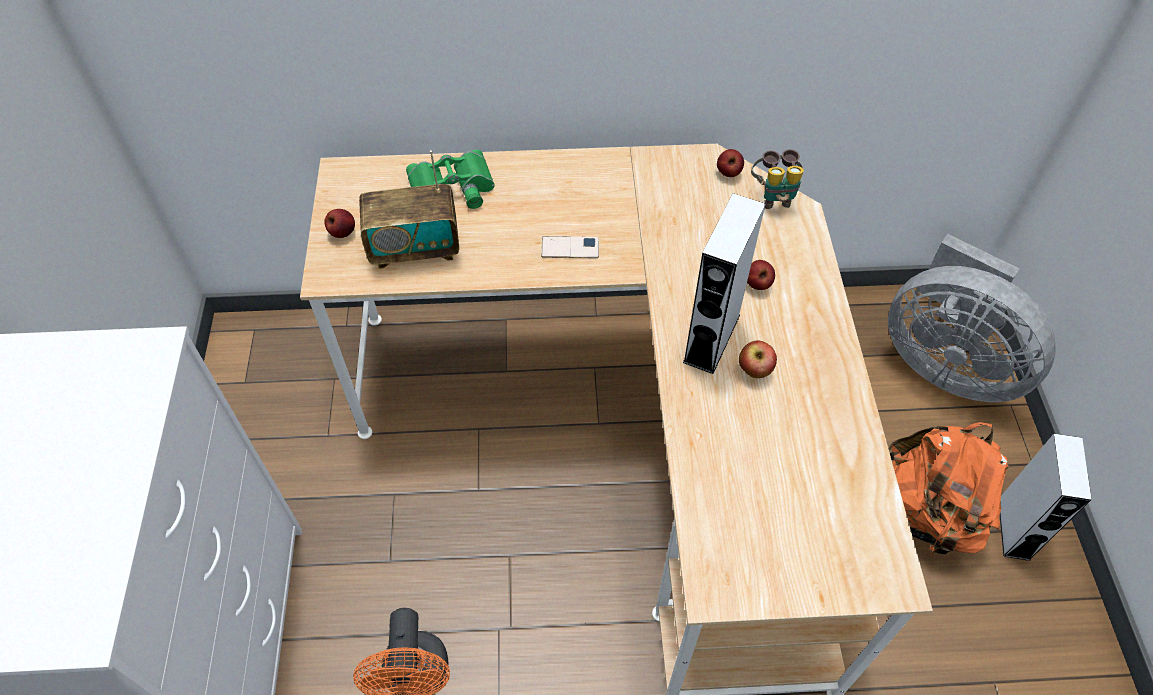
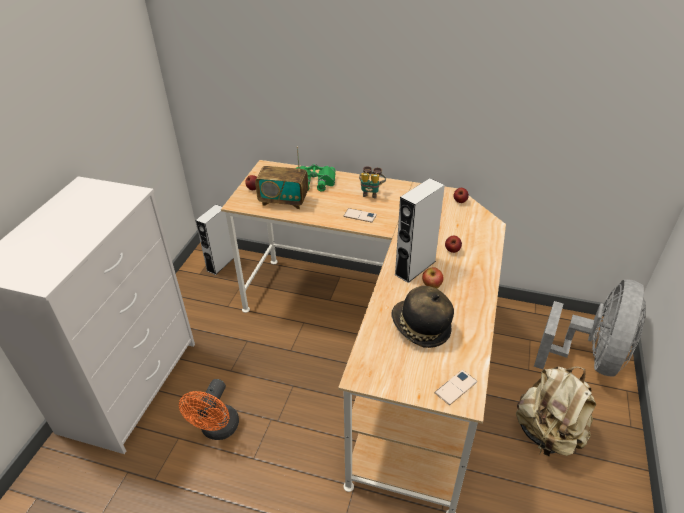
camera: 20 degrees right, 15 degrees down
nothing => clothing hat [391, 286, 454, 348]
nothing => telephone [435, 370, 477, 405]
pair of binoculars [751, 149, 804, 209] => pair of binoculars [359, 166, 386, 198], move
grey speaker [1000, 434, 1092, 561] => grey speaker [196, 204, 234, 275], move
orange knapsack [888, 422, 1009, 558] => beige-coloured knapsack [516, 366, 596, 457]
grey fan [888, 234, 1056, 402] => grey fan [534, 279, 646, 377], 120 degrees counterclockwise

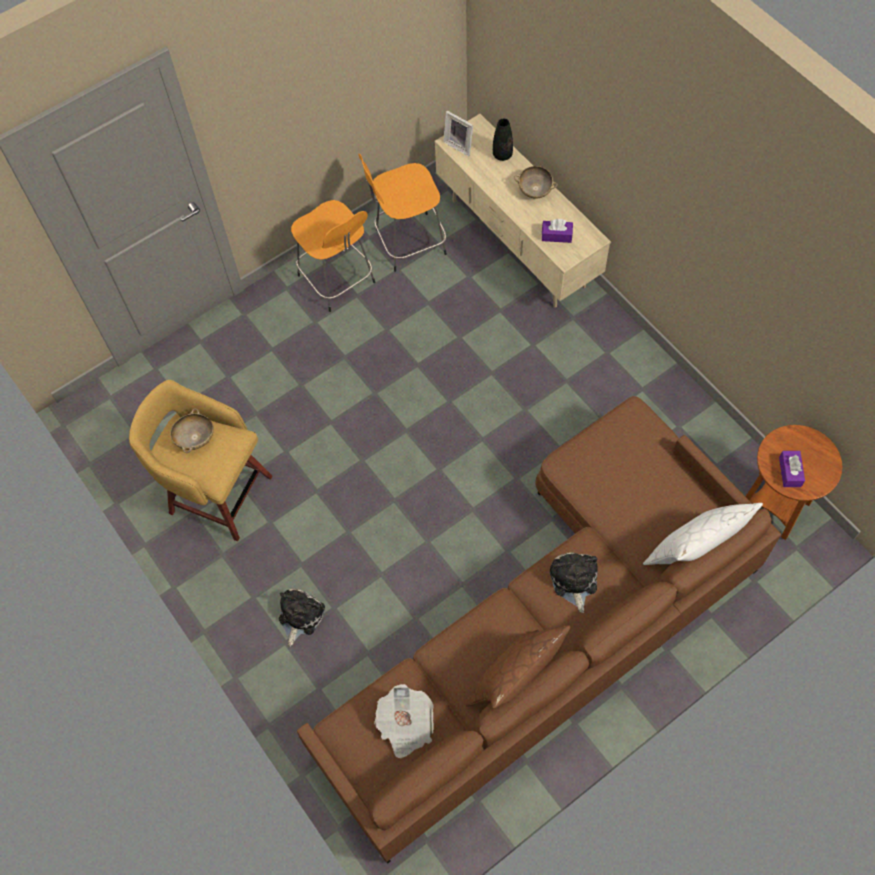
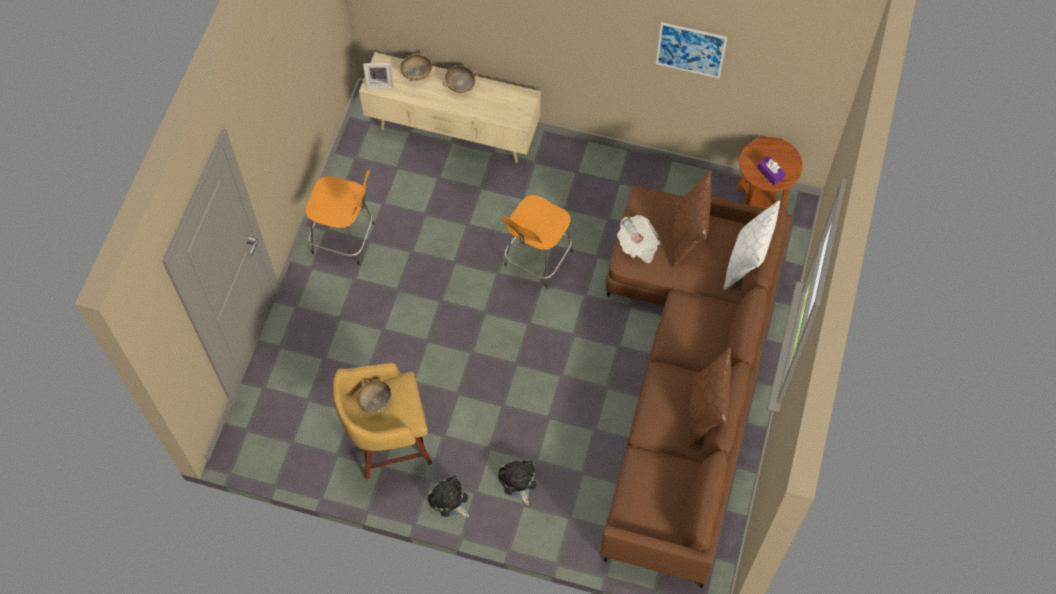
camera: 40 degrees left, 0 degrees up
purple box of tissues [542, 219, 573, 243] => nothing
nothing => wall art [656, 22, 728, 78]
nothing => brown-coloured throw pillow [672, 170, 711, 268]
orange stool [358, 154, 447, 272] => orange stool [501, 195, 573, 289], move
newspaper [374, 684, 434, 758] => newspaper [617, 215, 661, 263], move
soft toy [550, 553, 598, 613] => soft toy [428, 475, 470, 518], move
black-coloured flower vase [493, 118, 513, 161] => beige-coloured deep dish [400, 51, 432, 81]

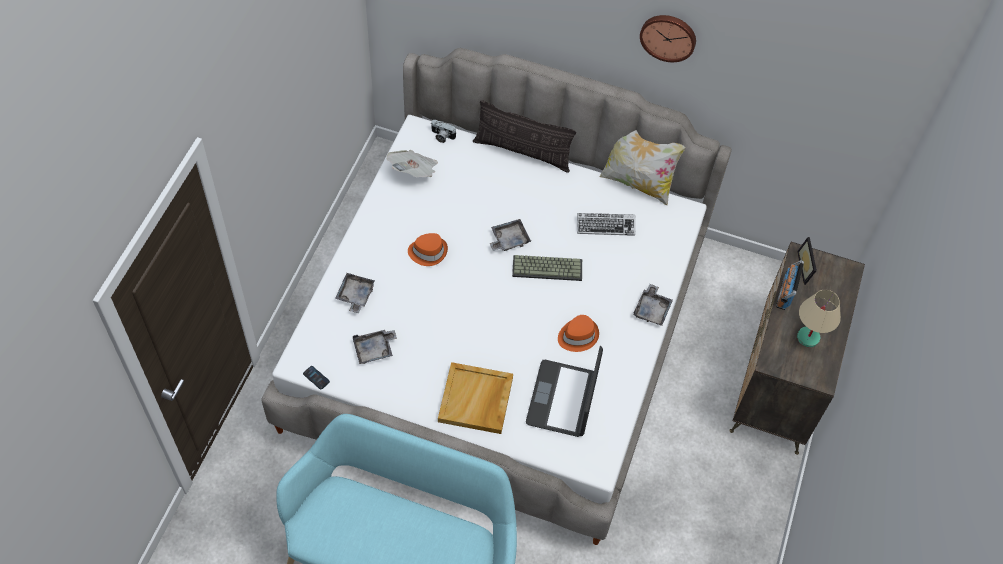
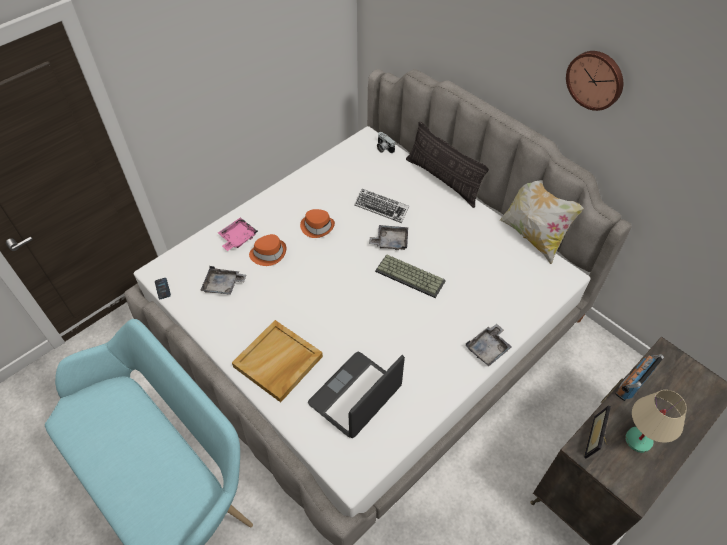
camera: 30 degrees right, 5 degrees down
newspaper [386, 150, 438, 177] => nothing
orange clothing hat [558, 315, 599, 352] => orange clothing hat [249, 234, 286, 266], move
PC keyboard [577, 213, 635, 236] => PC keyboard [354, 189, 409, 223], move
standing frame [797, 237, 817, 285] => standing frame [584, 405, 611, 459], move
grey tray [335, 273, 375, 313] => pink tray [218, 218, 258, 251]

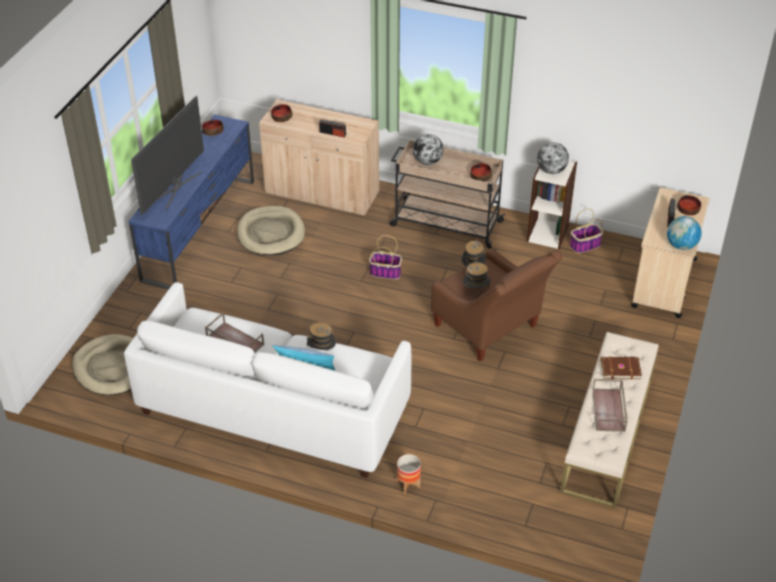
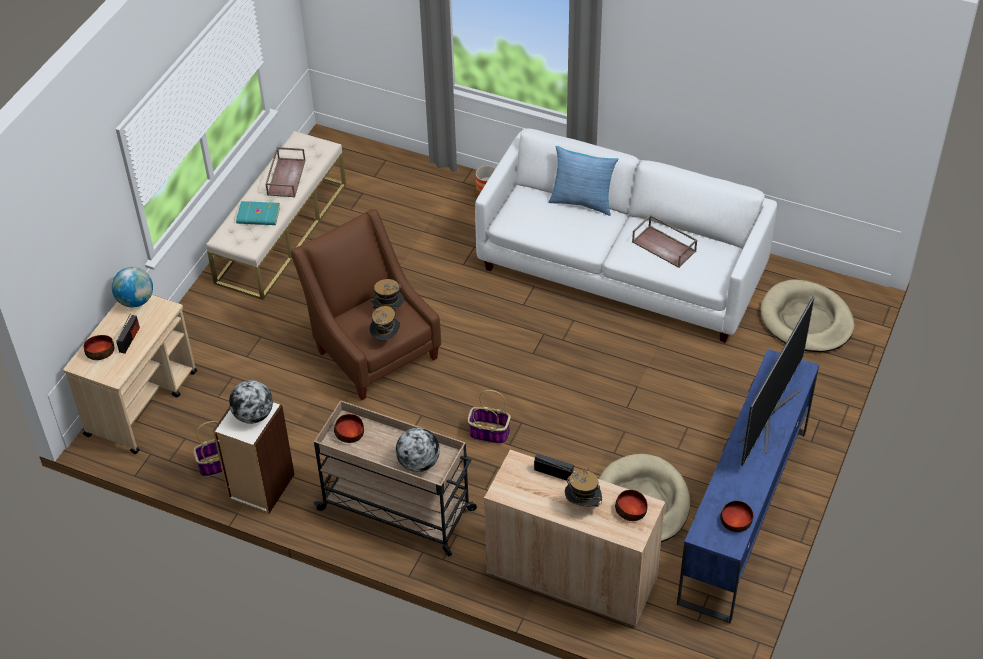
camera: 175 degrees left, 5 degrees up
clothing hat [307, 322, 336, 350] => clothing hat [565, 468, 602, 507], move
brown-coloured bound book [600, 357, 642, 380] => blue-green bound book [236, 201, 280, 225]

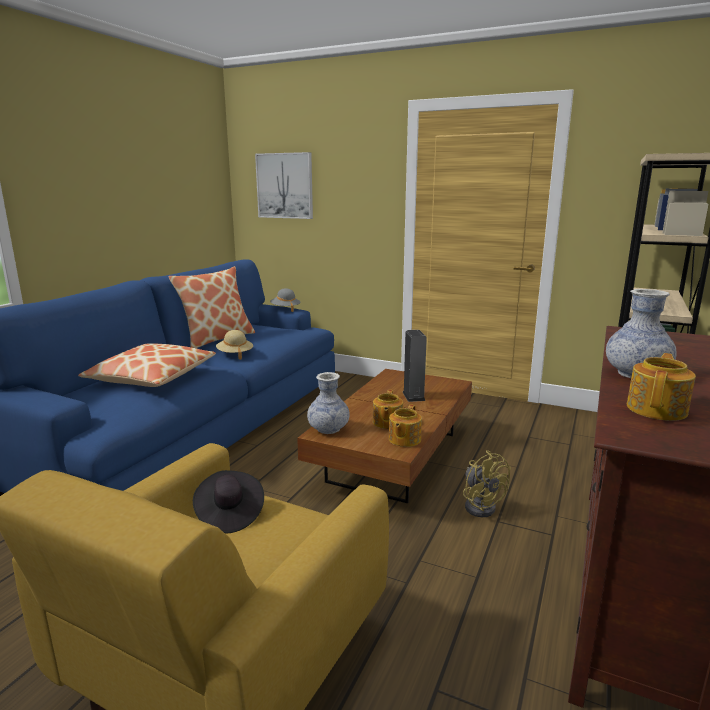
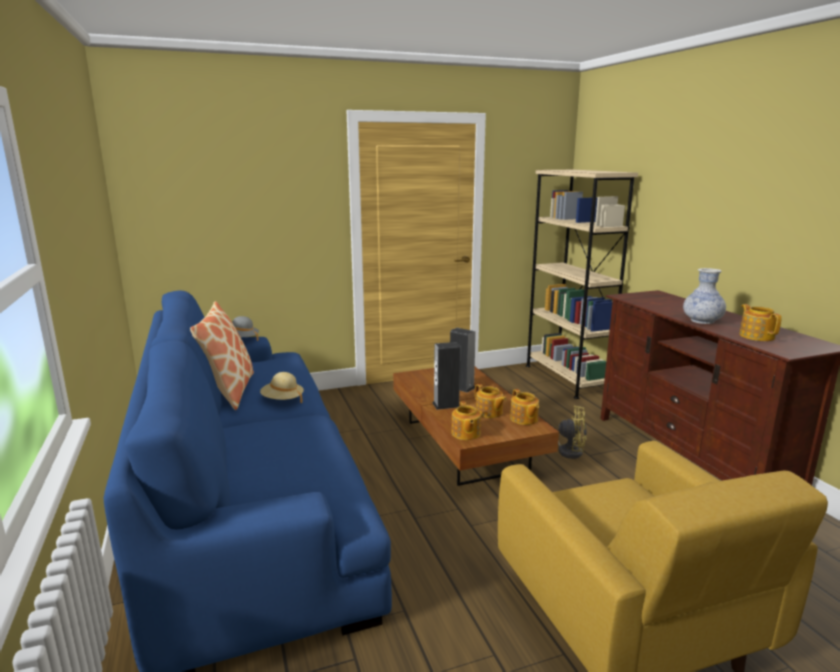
camera: 45 degrees left, 0 degrees up
throw pillow [78, 343, 216, 387] => nothing
black-coloured clothing hat [193, 470, 264, 534] => nothing
wall art [255, 152, 313, 219] => nothing
nothing => speaker [432, 342, 460, 410]
flower vase [307, 372, 350, 434] => pot for tea [451, 401, 481, 440]

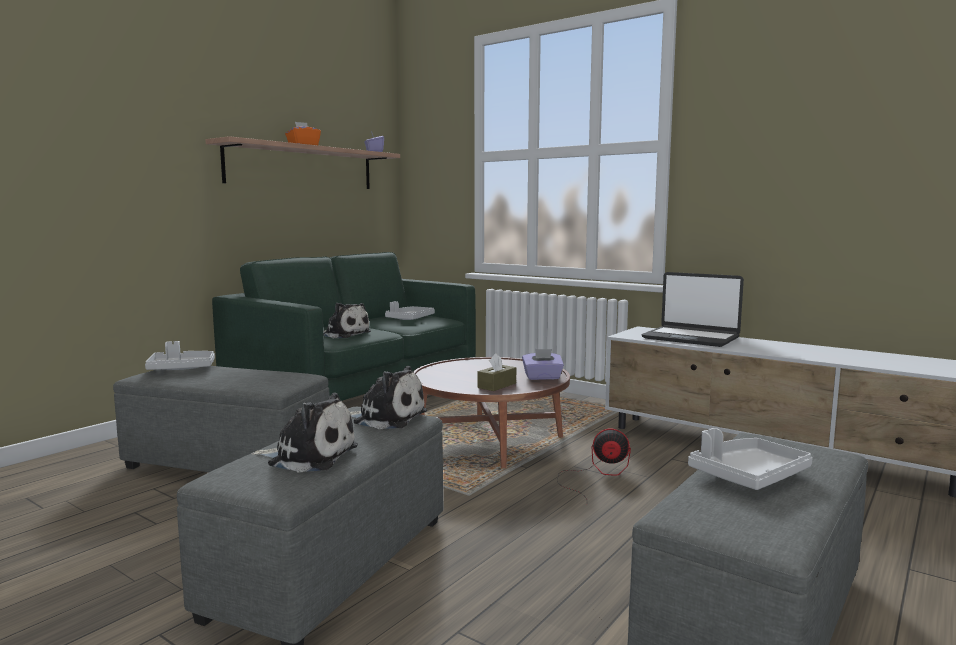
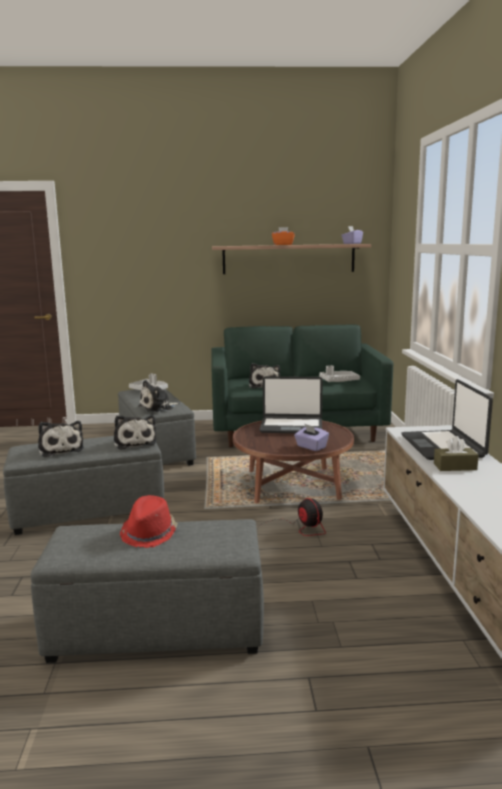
camera: 50 degrees right, 5 degrees up
nothing => soft toy [139, 380, 179, 412]
nothing => laptop [259, 376, 323, 433]
brown-coloured box of tissues [477, 353, 516, 391] => brown-coloured box of tissues [434, 436, 479, 471], move
grey tray [688, 428, 813, 490] => red-coloured clothing hat [120, 495, 178, 548]

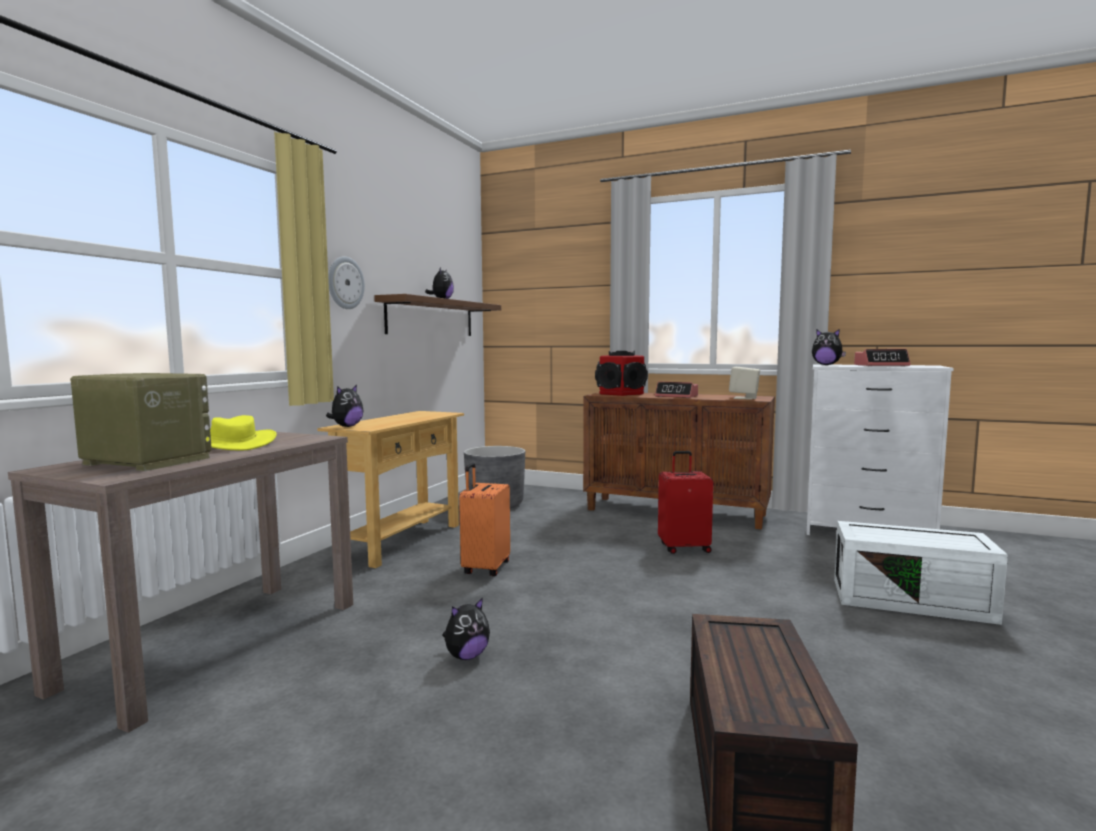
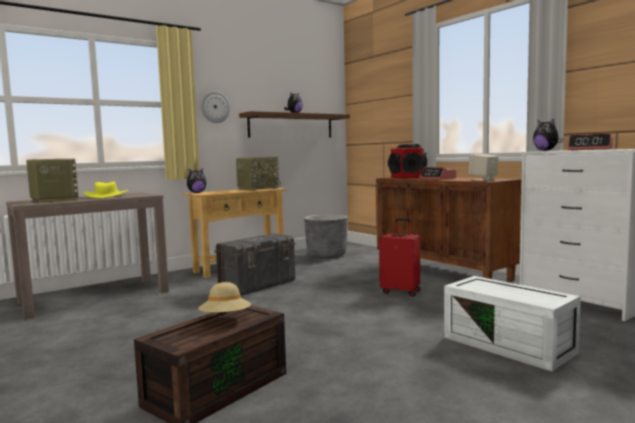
camera: 30 degrees right, 0 degrees up
soft toy [442, 598, 490, 660] => nothing
nothing => beige-coloured clothing hat [198, 282, 251, 313]
nothing => radio set [236, 157, 281, 191]
orange piece of luggage [459, 463, 510, 576] => grey storage container [214, 233, 296, 296]

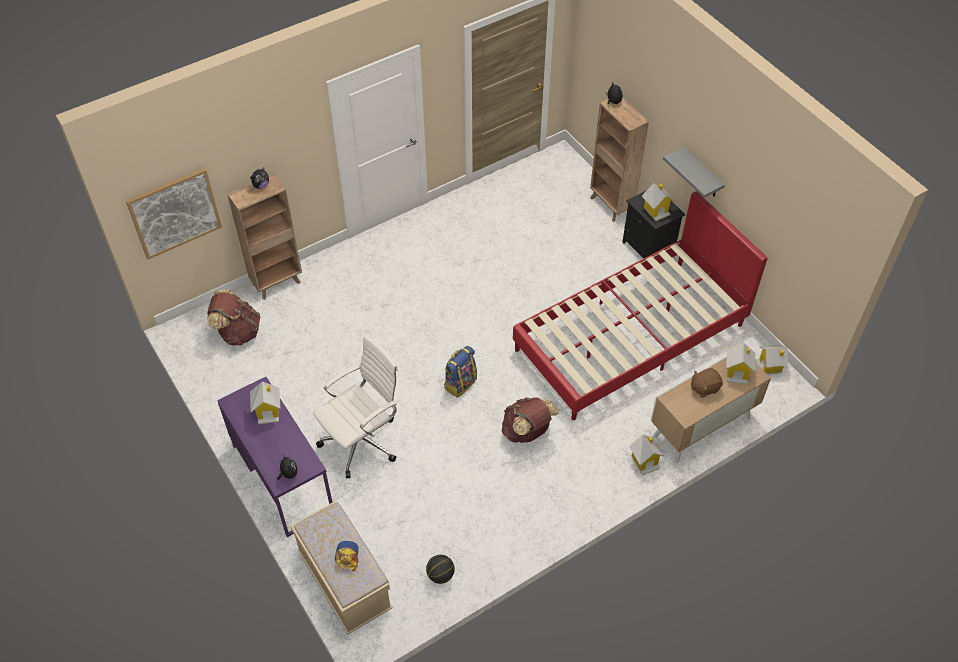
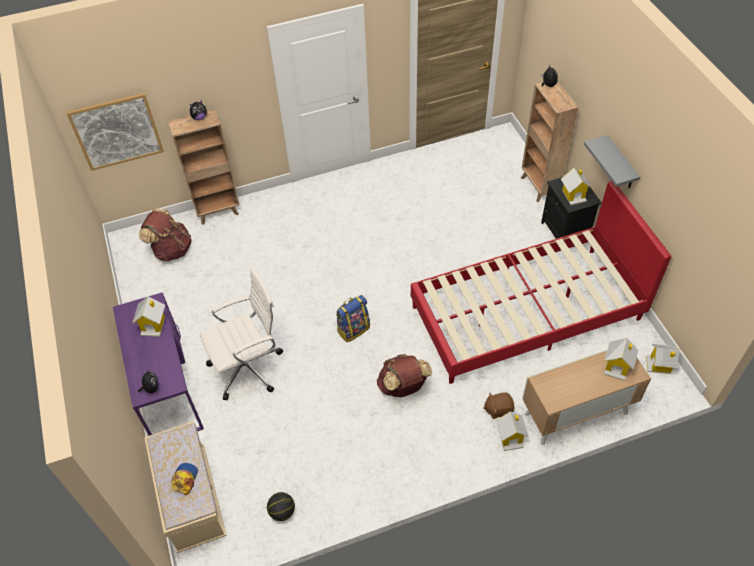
camera: 15 degrees right, 0 degrees up
brown-coloured soft toy [691, 368, 723, 398] => brown-coloured soft toy [483, 392, 514, 419], move

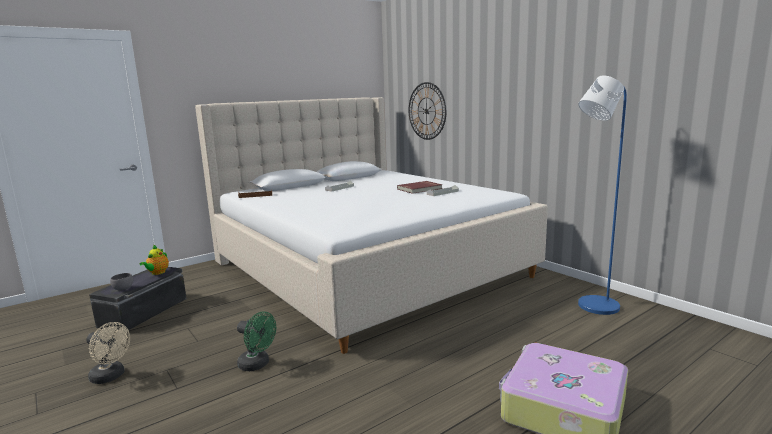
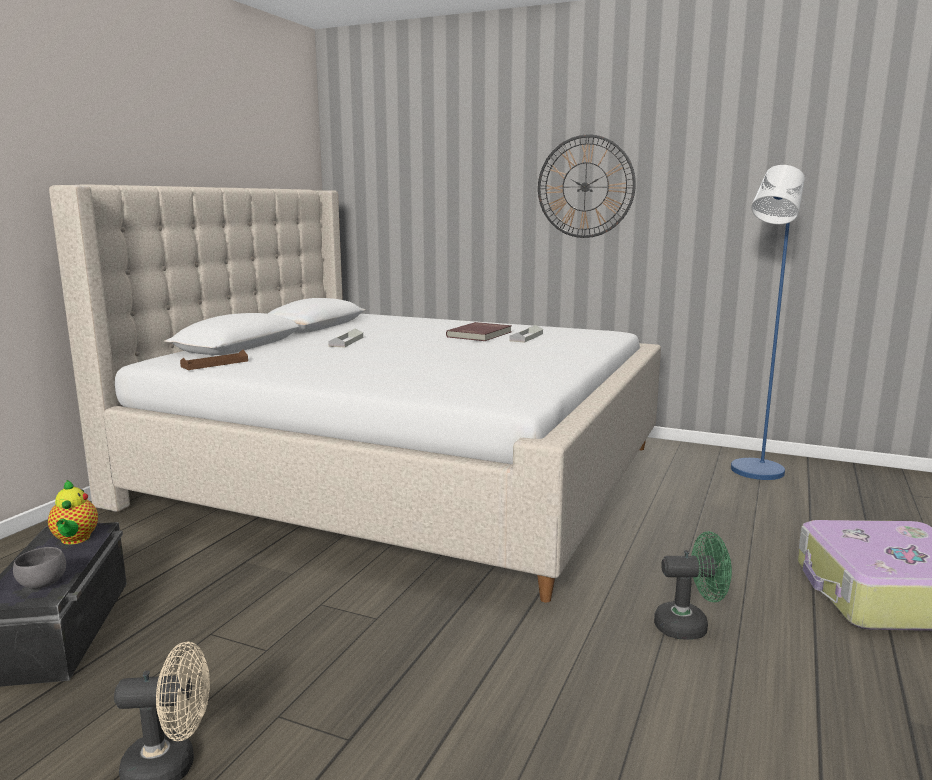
camera: 30 degrees left, 0 degrees up
greenish fan [237, 312, 276, 371] => greenish fan [654, 531, 732, 640], move
hanging clock [409, 82, 446, 140] => hanging clock [538, 135, 636, 238], move

